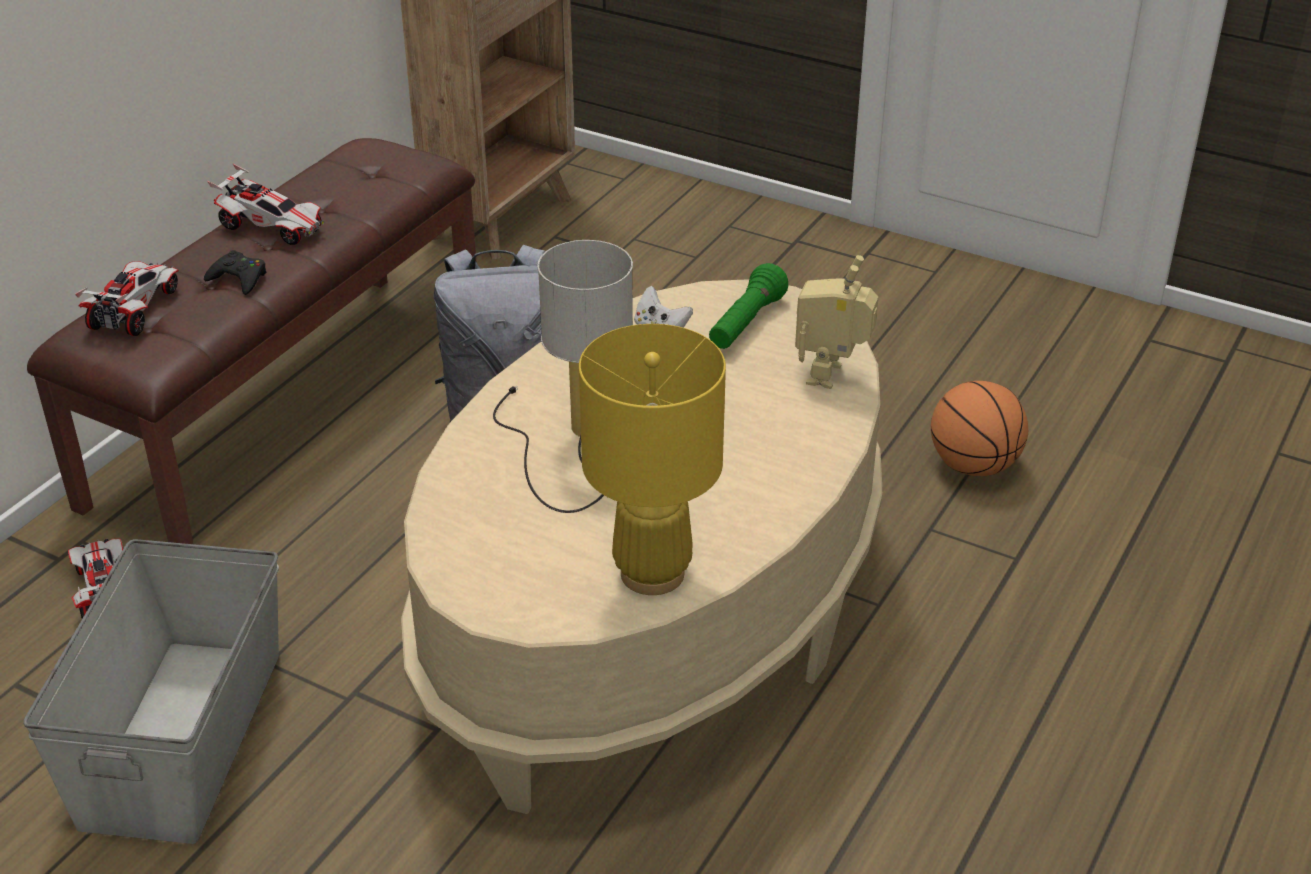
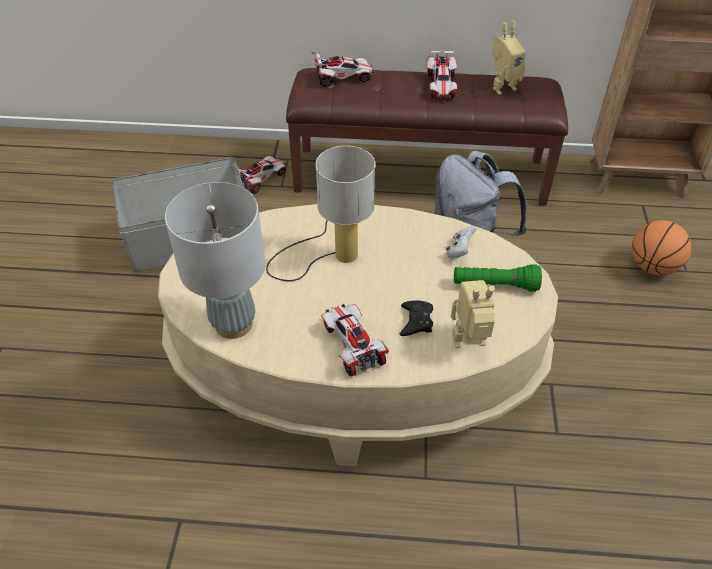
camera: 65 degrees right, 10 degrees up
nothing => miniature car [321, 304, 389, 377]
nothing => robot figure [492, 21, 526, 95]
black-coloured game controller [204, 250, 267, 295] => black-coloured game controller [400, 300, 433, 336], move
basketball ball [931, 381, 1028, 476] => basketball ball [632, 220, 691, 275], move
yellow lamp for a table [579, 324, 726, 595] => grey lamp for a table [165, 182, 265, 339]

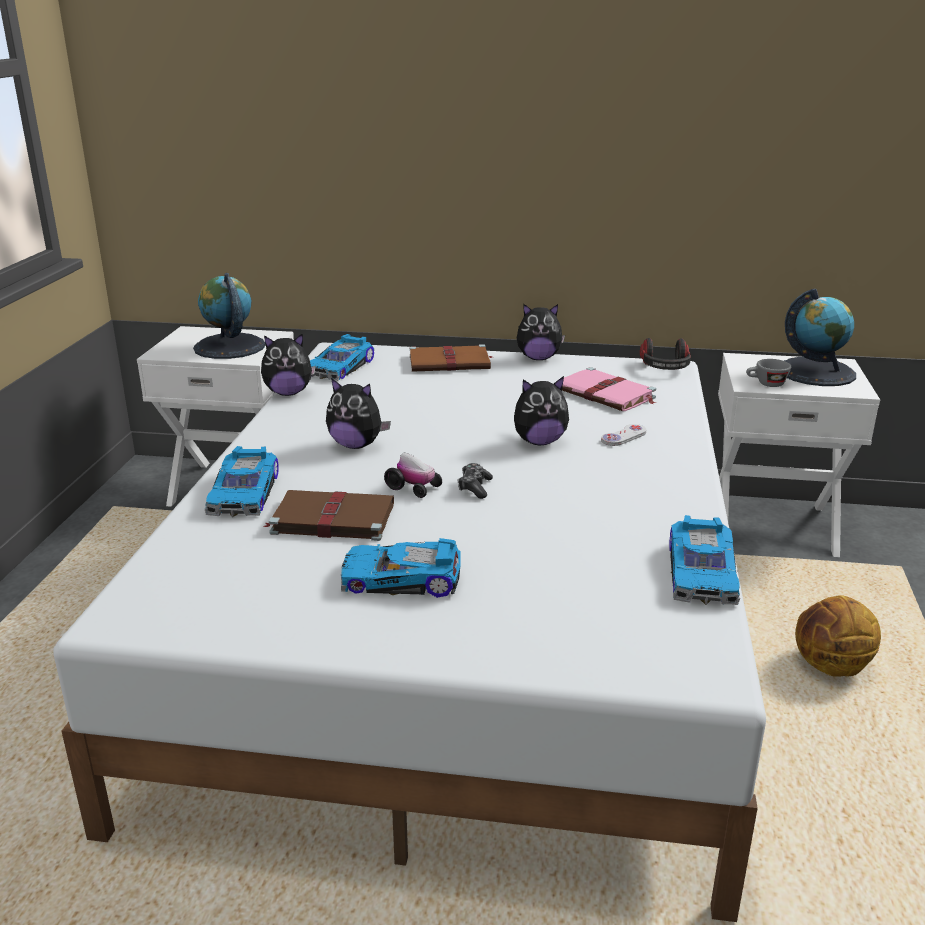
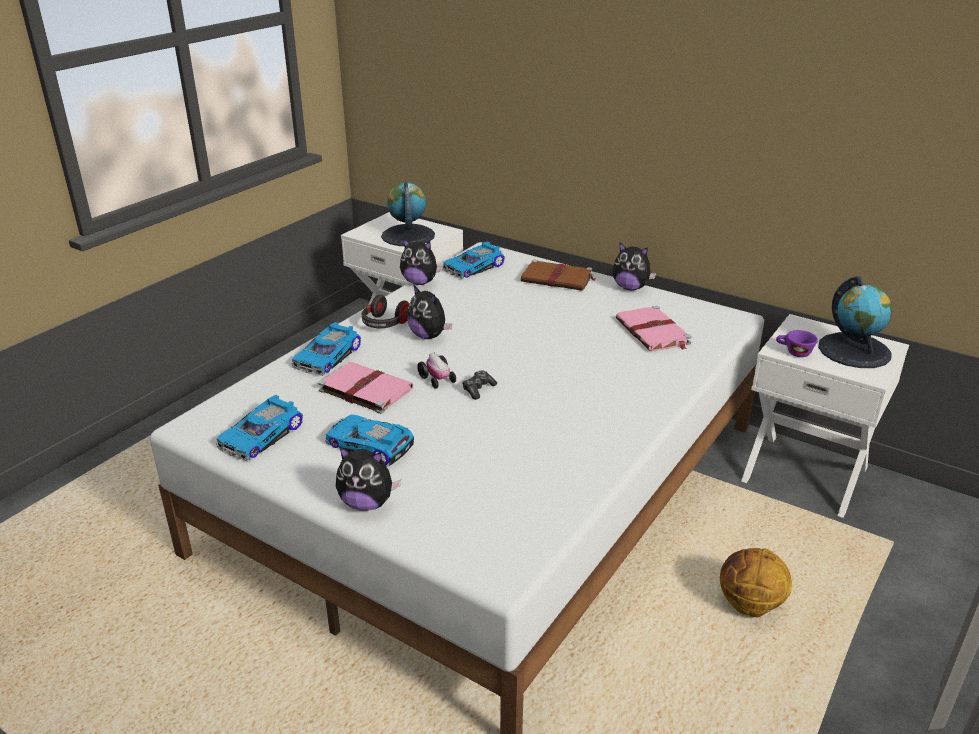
camera: 25 degrees right, 5 degrees up
white game controller [601, 424, 647, 446] => nothing
soft toy [514, 376, 569, 445] => soft toy [336, 446, 401, 511], move
pair of headphones [640, 338, 691, 370] => pair of headphones [362, 295, 409, 328], move
miniature car [669, 515, 740, 605] => miniature car [216, 395, 303, 462], move
brown-coloured bound book [263, 490, 394, 541] => pink bound book [318, 362, 413, 414]
grey drinking cup [746, 359, 791, 387] => purple drinking cup [776, 330, 818, 357]

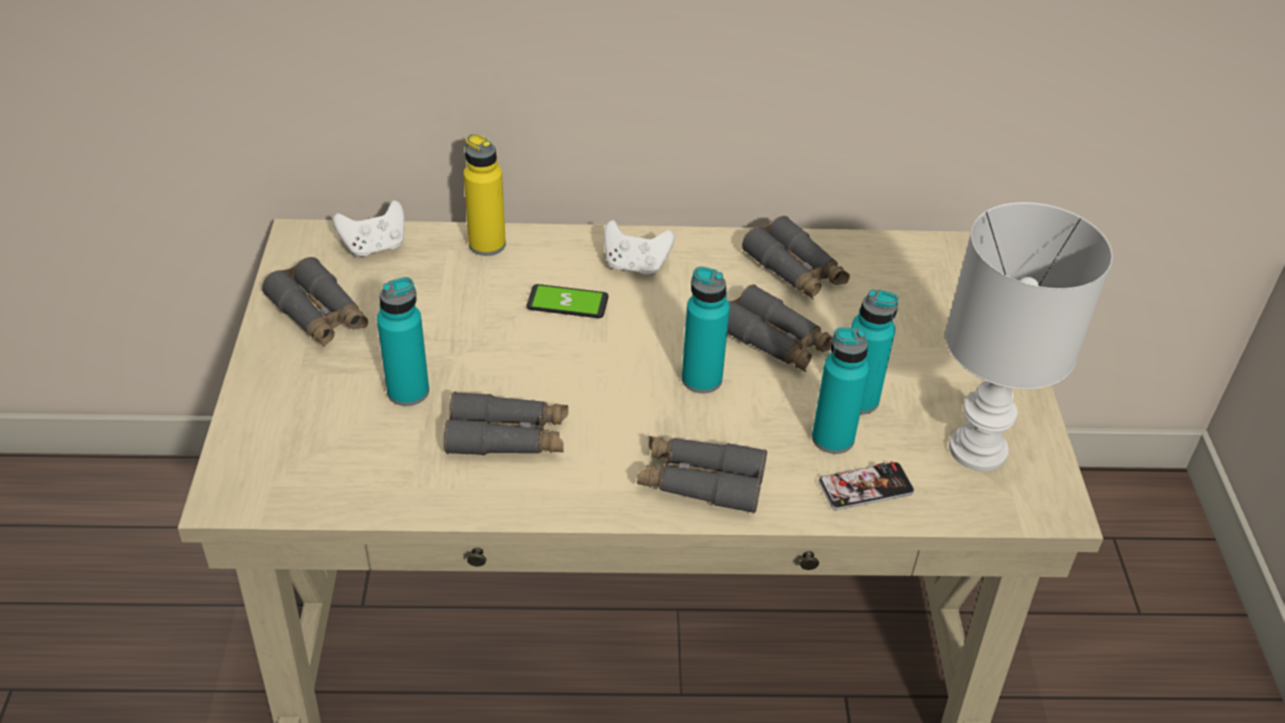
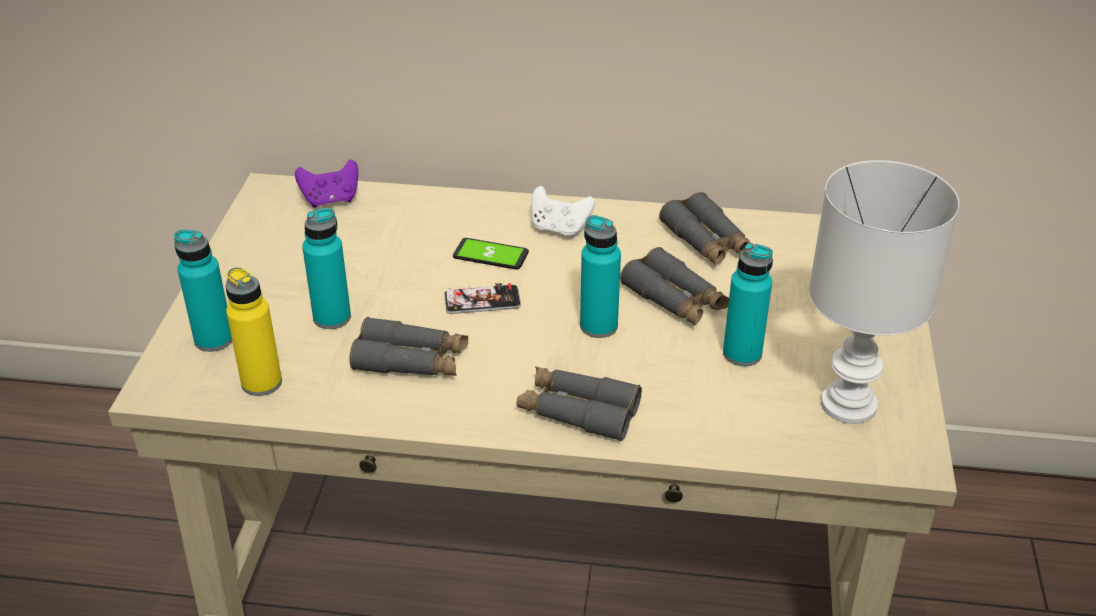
camera: 10 degrees right, 5 degrees down
grey pair of binoculars [262, 257, 368, 347] => nothing
yellow bottle [464, 134, 506, 256] => yellow bottle [226, 267, 282, 396], move
blue-green bottle [812, 327, 870, 454] => blue-green bottle [174, 229, 232, 352], move
telephone [819, 461, 914, 510] => telephone [444, 283, 521, 314], move
white game controller [333, 200, 405, 258] => purple game controller [295, 159, 358, 208]

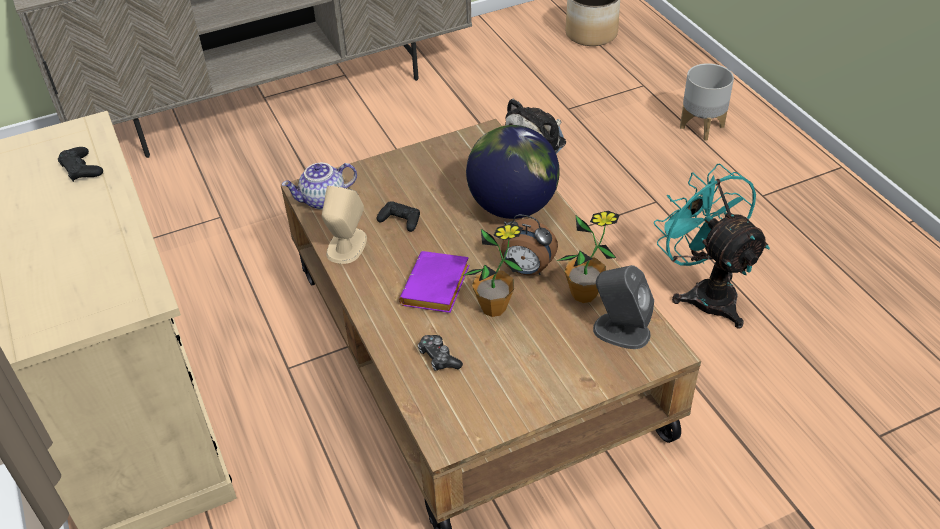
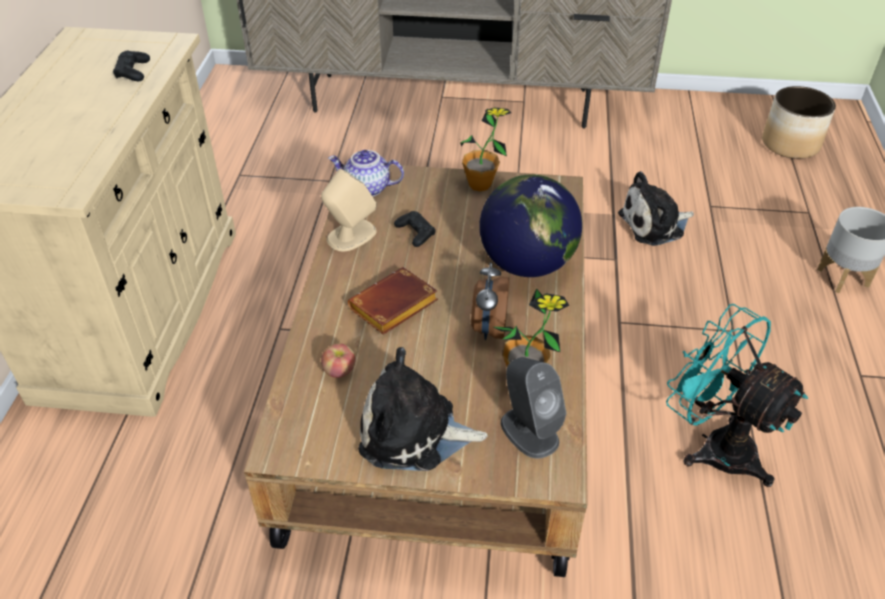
camera: 30 degrees right, 0 degrees up
nothing => soft toy [358, 347, 488, 471]
potted plant [462, 224, 523, 317] => potted plant [460, 107, 511, 192], move
game controller [418, 335, 463, 371] => apple [321, 343, 355, 378]
purple bound book [399, 251, 469, 313] => brown-coloured bound book [348, 267, 438, 335]
bedside clock [501, 214, 558, 275] => bedside clock [471, 262, 509, 340], 45 degrees clockwise
blue-green fan [654, 163, 770, 329] => blue-green fan [666, 304, 808, 487], 45 degrees counterclockwise

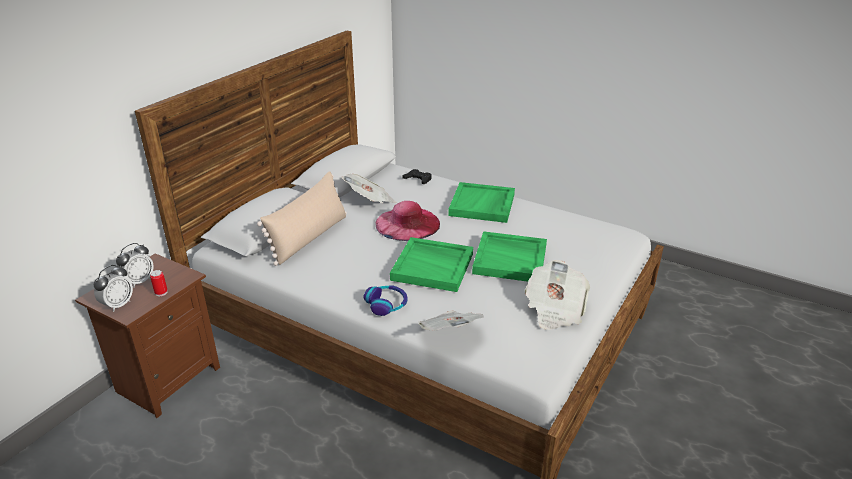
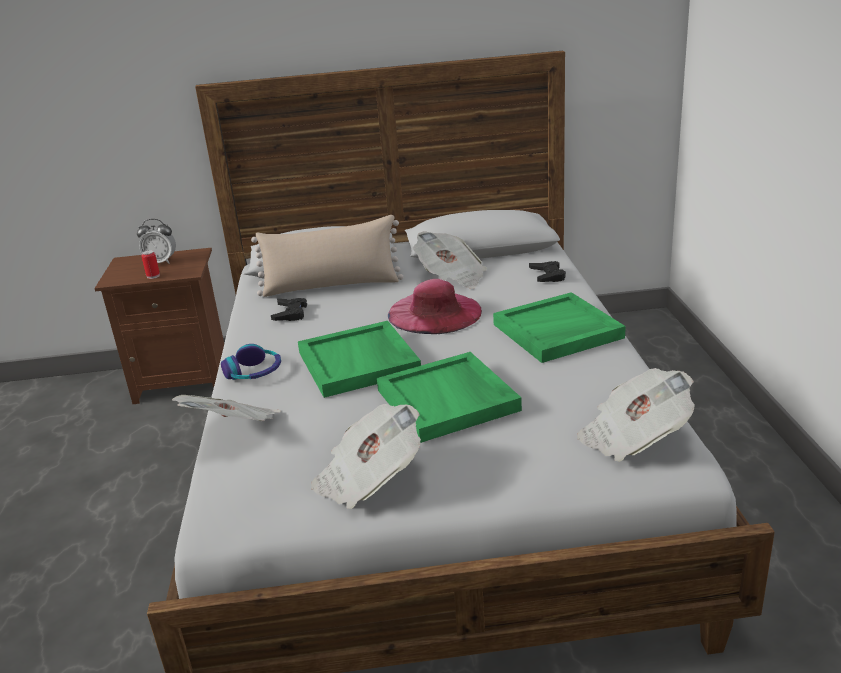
camera: 55 degrees right, 5 degrees down
bedside clock [94, 265, 133, 312] => nothing
nothing => black-coloured game controller [271, 298, 307, 321]
nothing => newspaper [577, 368, 695, 462]

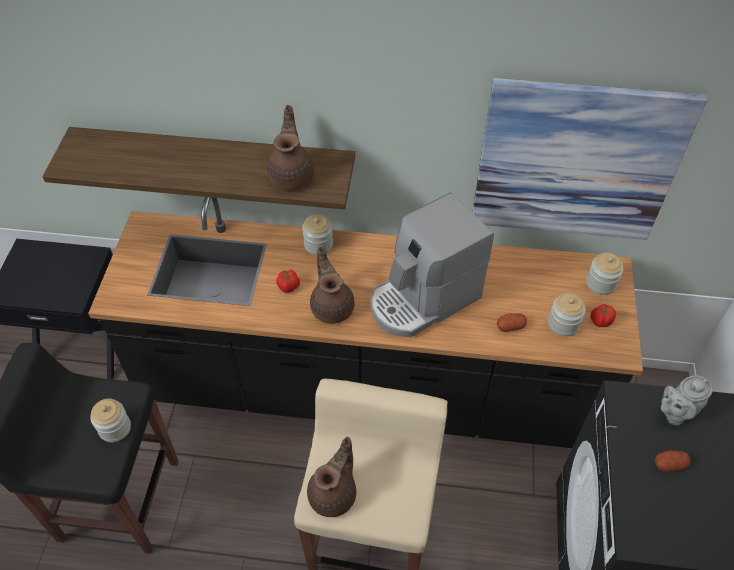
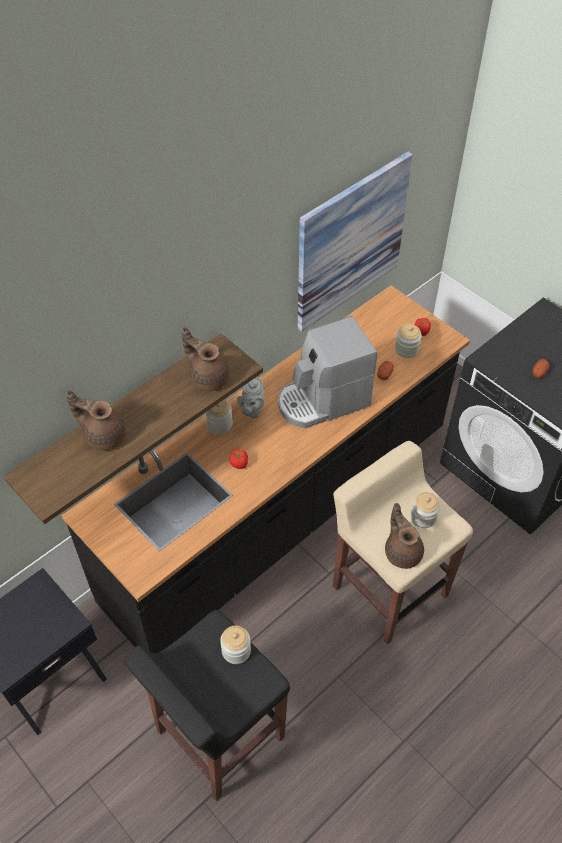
camera: 50 degrees left, 0 degrees up
brown-coloured pot for tea [310, 246, 354, 324] => brown-coloured pot for tea [66, 391, 126, 451], move
preserve jar [586, 252, 624, 295] => preserve jar [410, 492, 440, 528], move
grey pot for tea [661, 375, 713, 426] => grey pot for tea [237, 377, 264, 418], move
coffee machine [371, 192, 494, 337] => coffee machine [278, 316, 377, 428], 60 degrees clockwise

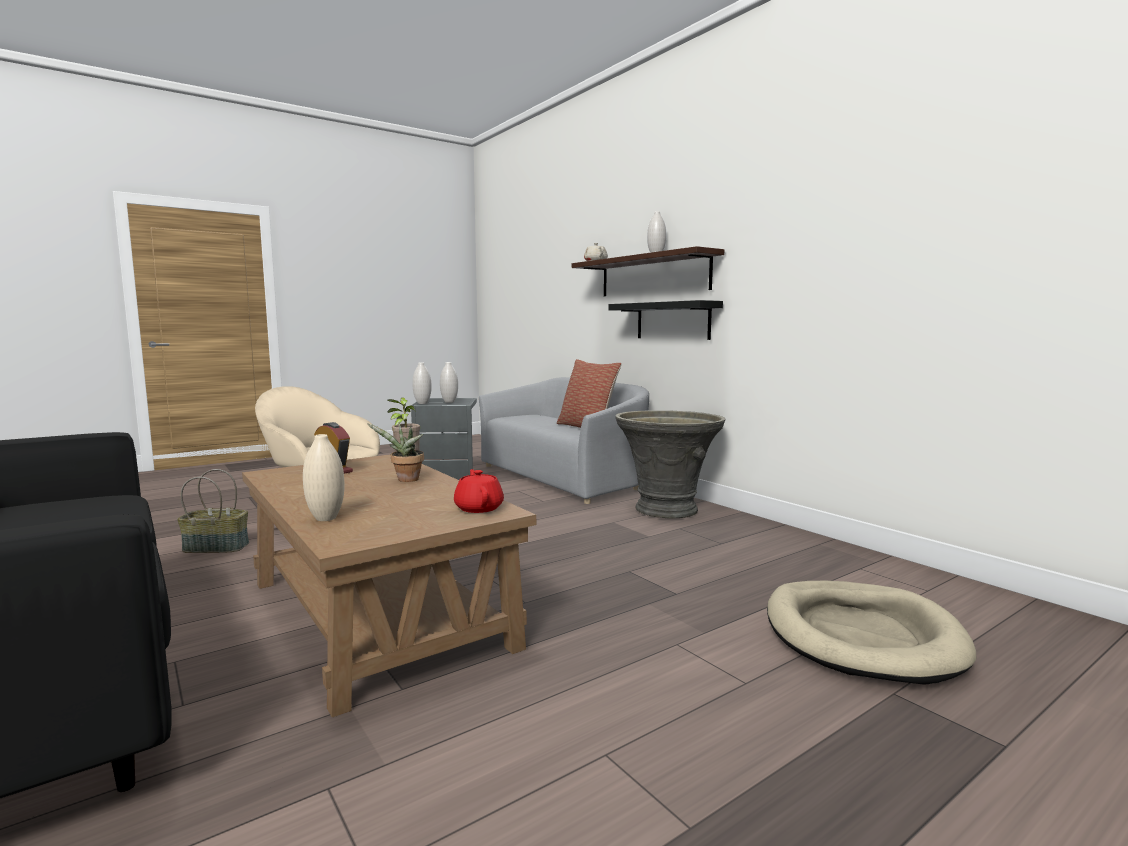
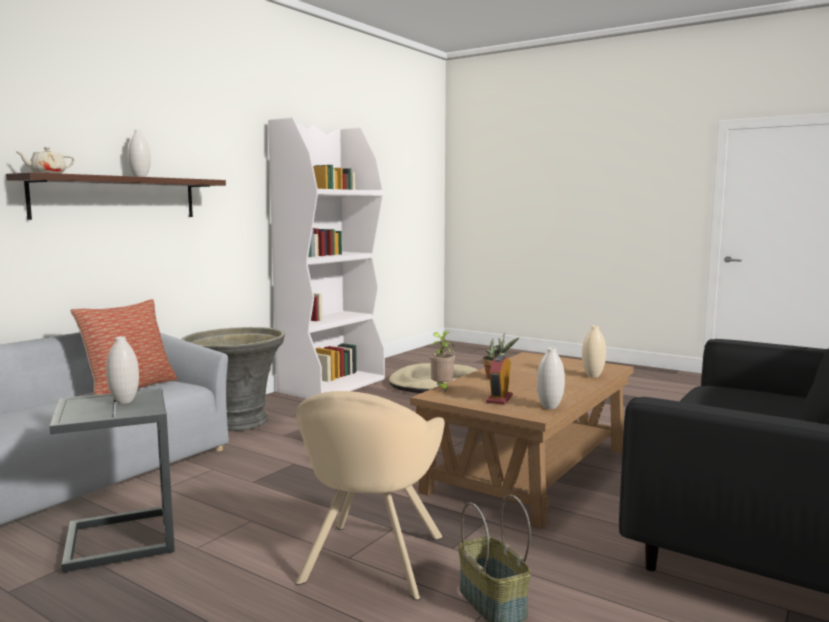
camera: 110 degrees left, 0 degrees up
red-coloured pot for tea [454, 469, 504, 513] => nothing
black-coloured wall shelf [608, 300, 723, 340] => nothing
nothing => white shelving unit [268, 117, 385, 399]
white flower vase [412, 362, 432, 404] => white flower vase [537, 347, 565, 409], move

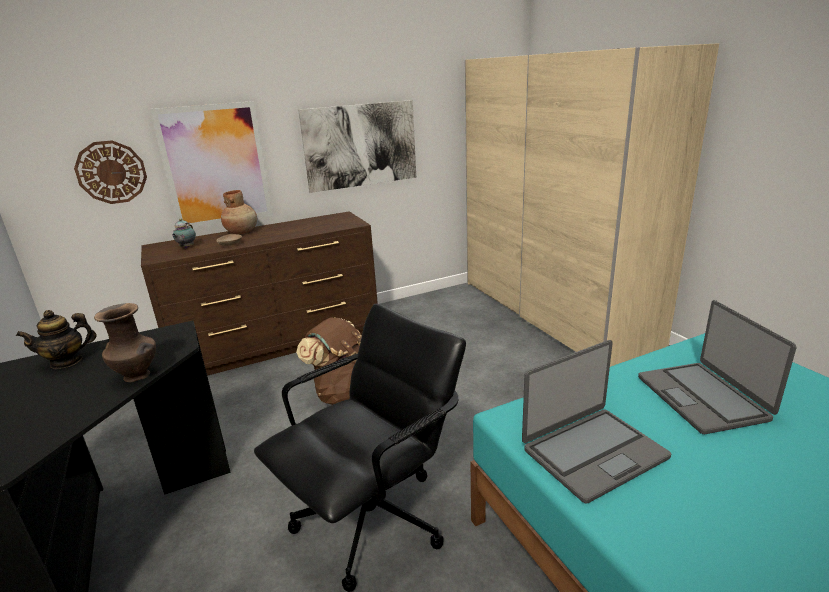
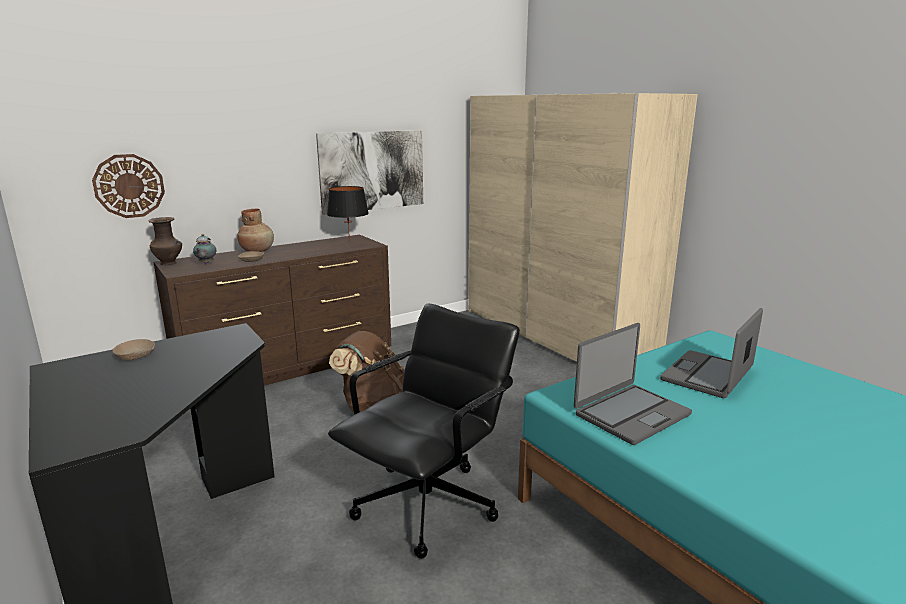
camera: 10 degrees left, 5 degrees down
wall art [150, 101, 273, 228] => nothing
nothing => black-coloured lamp for a table [327, 186, 369, 241]
brown-coloured flower vase [94, 303, 156, 382] => brown-coloured flower vase [148, 217, 182, 265], move
pot for tea [16, 310, 97, 369] => beige-coloured deep dish [112, 339, 155, 361]
laptop [638, 300, 796, 434] => laptop [660, 308, 763, 398], 60 degrees clockwise

